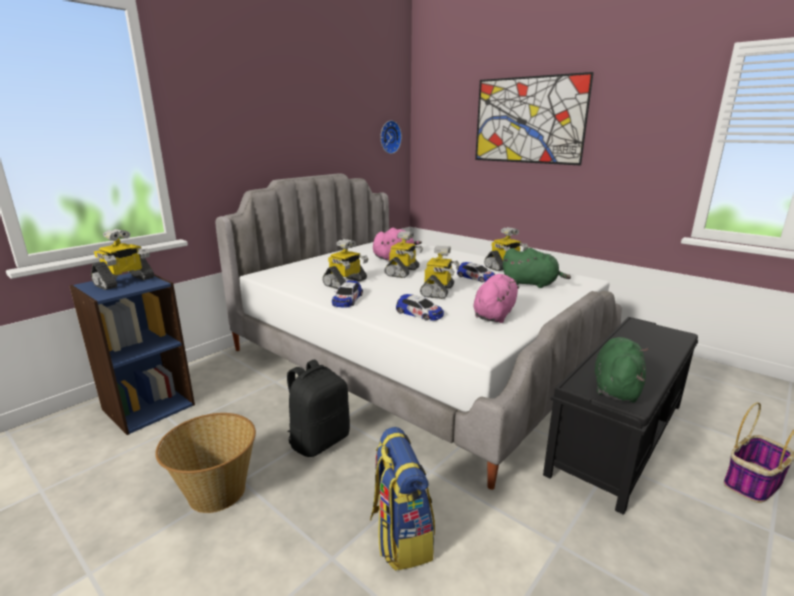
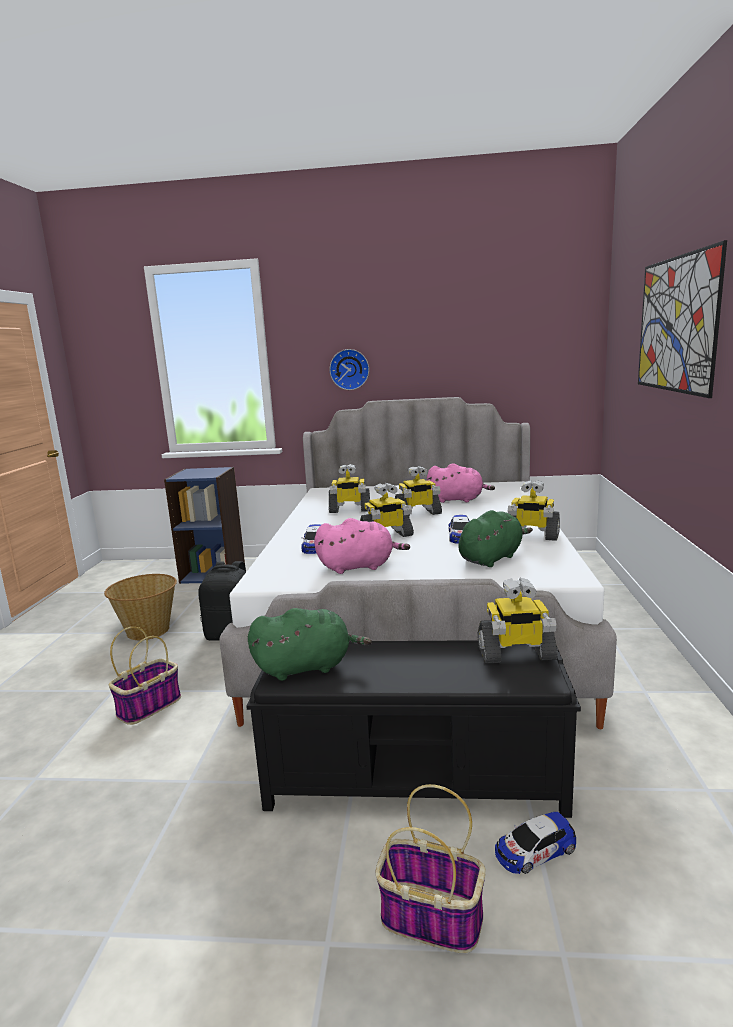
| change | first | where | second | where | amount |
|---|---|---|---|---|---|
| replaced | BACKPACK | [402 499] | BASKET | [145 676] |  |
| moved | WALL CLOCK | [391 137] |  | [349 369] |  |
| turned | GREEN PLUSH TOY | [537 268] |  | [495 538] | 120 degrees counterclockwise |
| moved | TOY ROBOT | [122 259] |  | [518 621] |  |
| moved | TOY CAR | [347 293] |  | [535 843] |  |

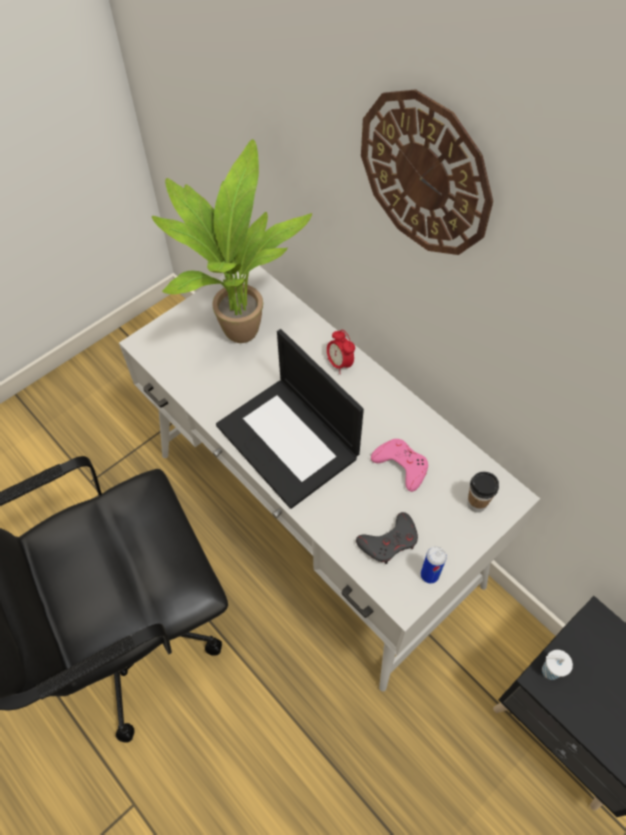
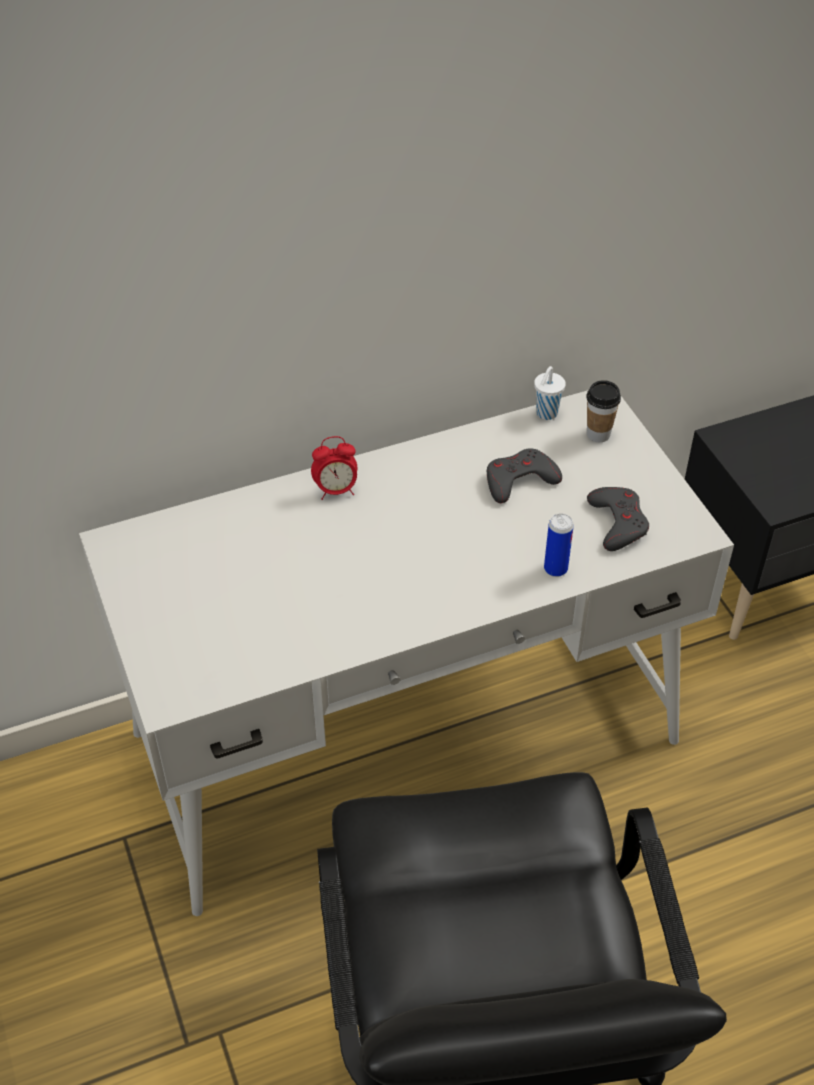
| change | first | where | second | where | amount |
|---|---|---|---|---|---|
| recoloured | PINK GAME CONTROLLER | [399 465] | GREY GAME CONTROLLER | [524 475] |  |
| moved | WHITE CUP | [557 665] |  | [550 393] |  |
| moved | CAN | [434 564] |  | [559 545] |  |
| removed | POTTED PLANT | [232 241] |  |  |  |
| removed | LAPTOP | [290 419] |  |  |  |
| removed | WALL CLOCK | [427 172] |  |  |  |

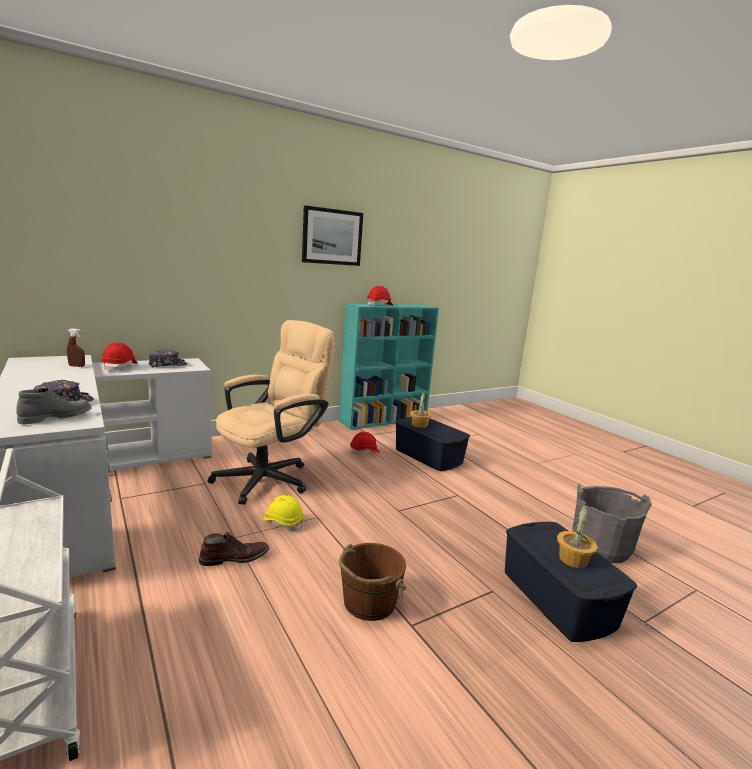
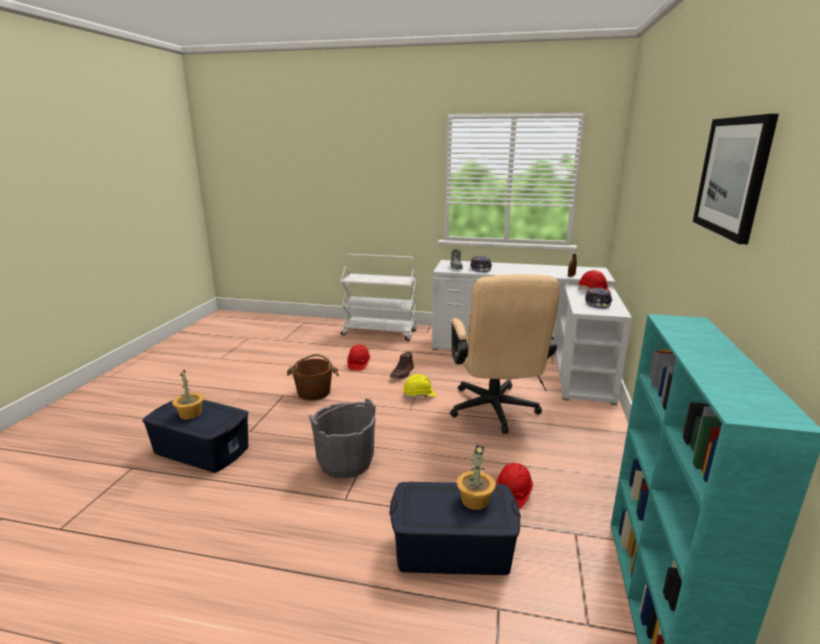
| change | first | where | second | where | amount |
|---|---|---|---|---|---|
| moved | GREY BUCKET | [612 523] |  | [342 438] |  |
| moved | RED HARD HAT | [380 295] |  | [359 358] |  |

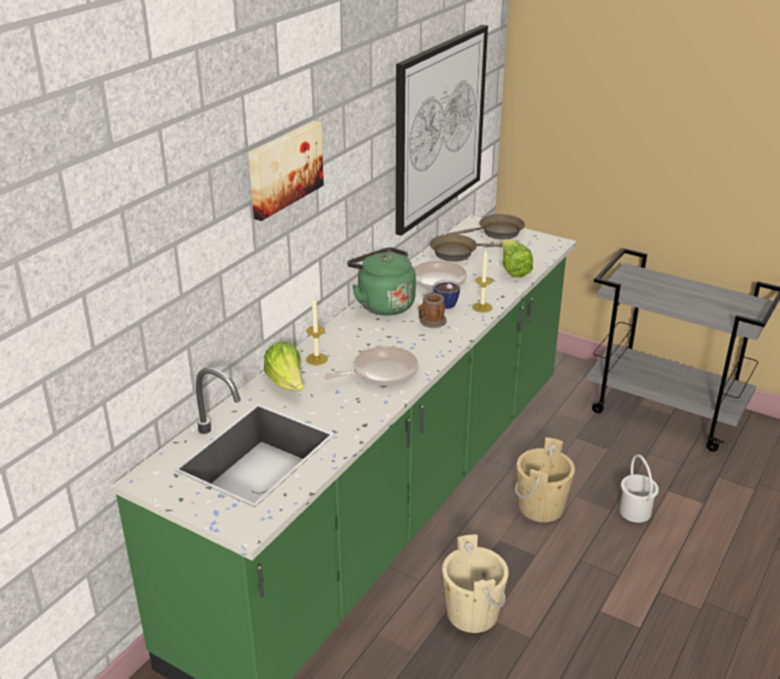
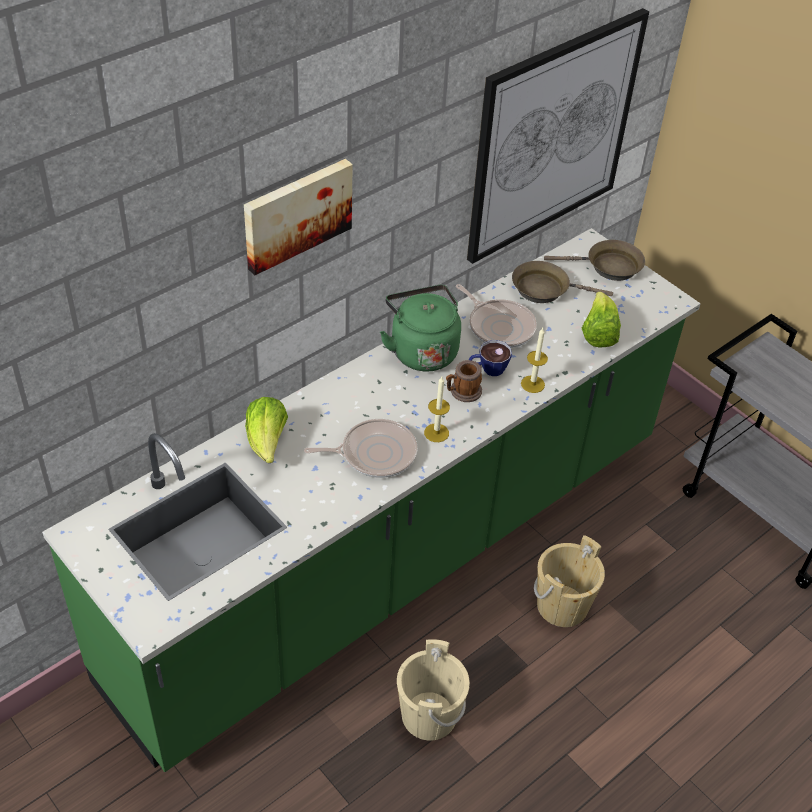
| change | first | where | second | where | amount |
|---|---|---|---|---|---|
| moved | CANDLE | [317 331] |  | [437 409] |  |
| removed | WHITE BUCKET | [639 489] |  |  |  |

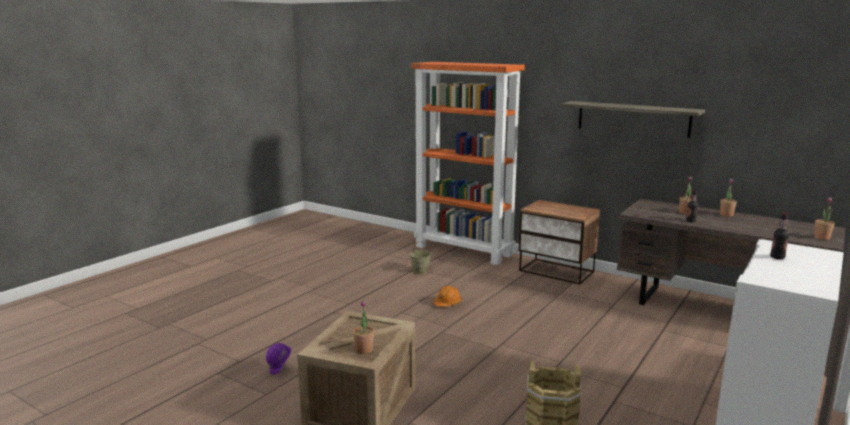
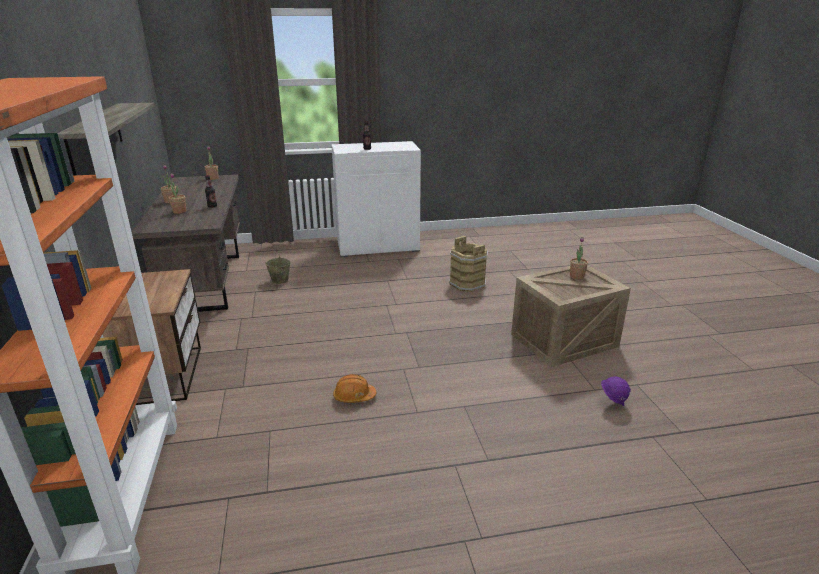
| change | first | where | second | where | amount |
|---|---|---|---|---|---|
| moved | BEIGE BUCKET | [420 257] |  | [277 269] |  |

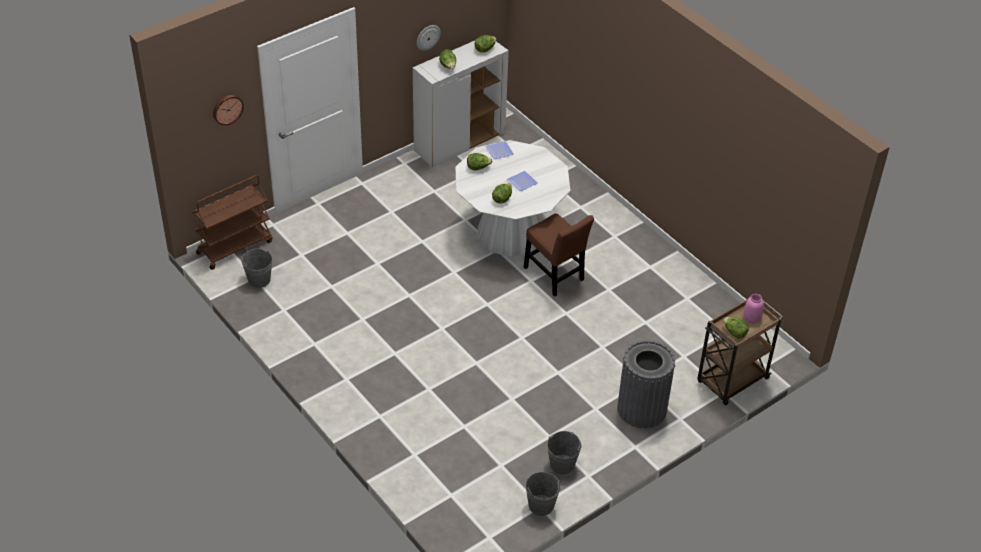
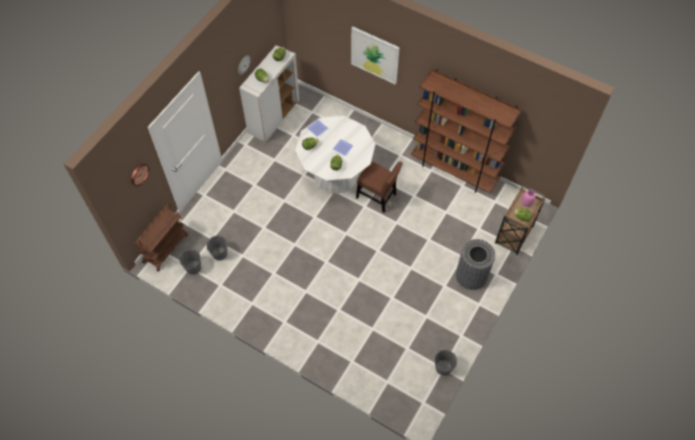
| change | first | where | second | where | amount |
|---|---|---|---|---|---|
| moved | GREY BUCKET | [564 452] |  | [217 248] |  |
| added |  |  | PICTURE | [375 55] |  |
| added |  |  | BROWN BOOKCASE | [466 131] |  |

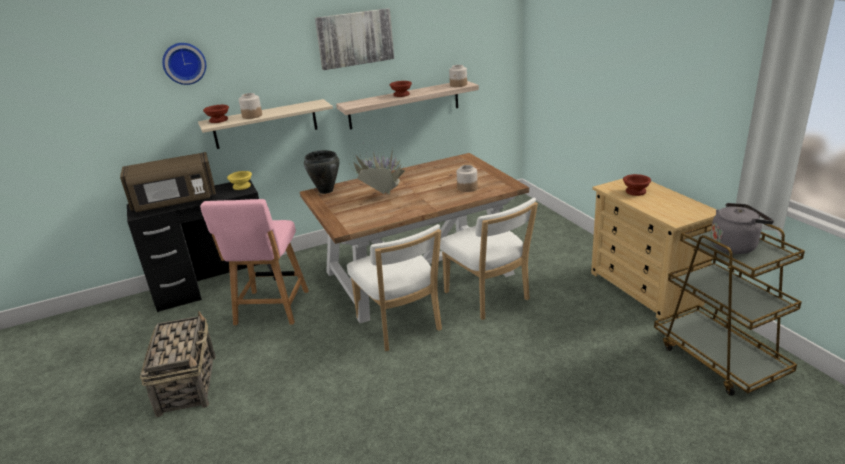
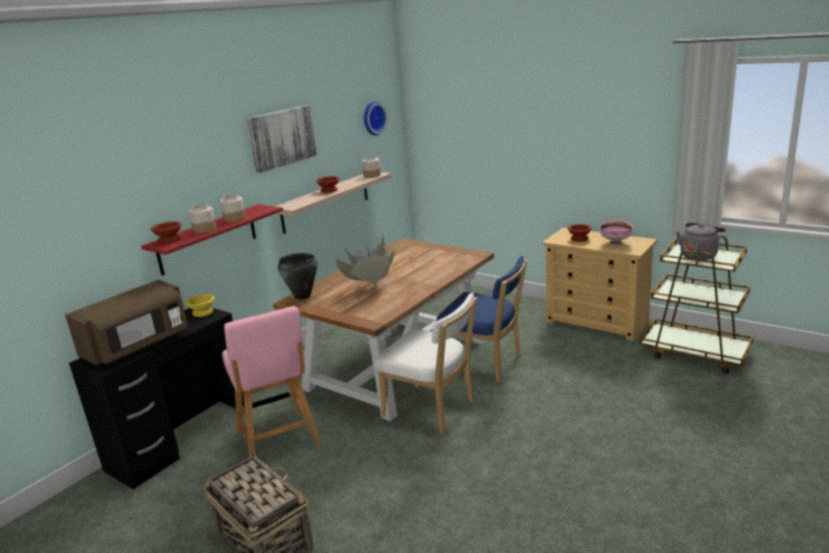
| change | first | where | second | where | amount |
|---|---|---|---|---|---|
| recoloured | BEIGE SHELF | [265 124] | RED SHELF | [212 239] |  |
| moved | JAR | [467 178] |  | [233 208] |  |
| moved | WALL CLOCK | [184 64] |  | [375 118] |  |
| recoloured | WHITE CHAIR | [489 259] | BLUE CHAIR | [482 319] |  |
| added |  |  | PINK BOWL | [616 233] |  |

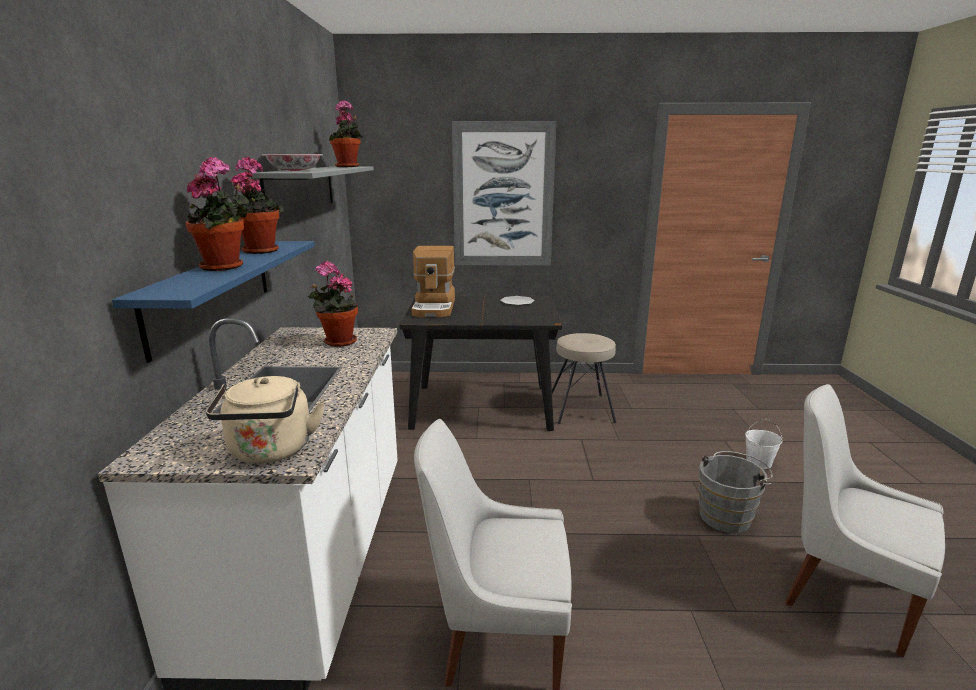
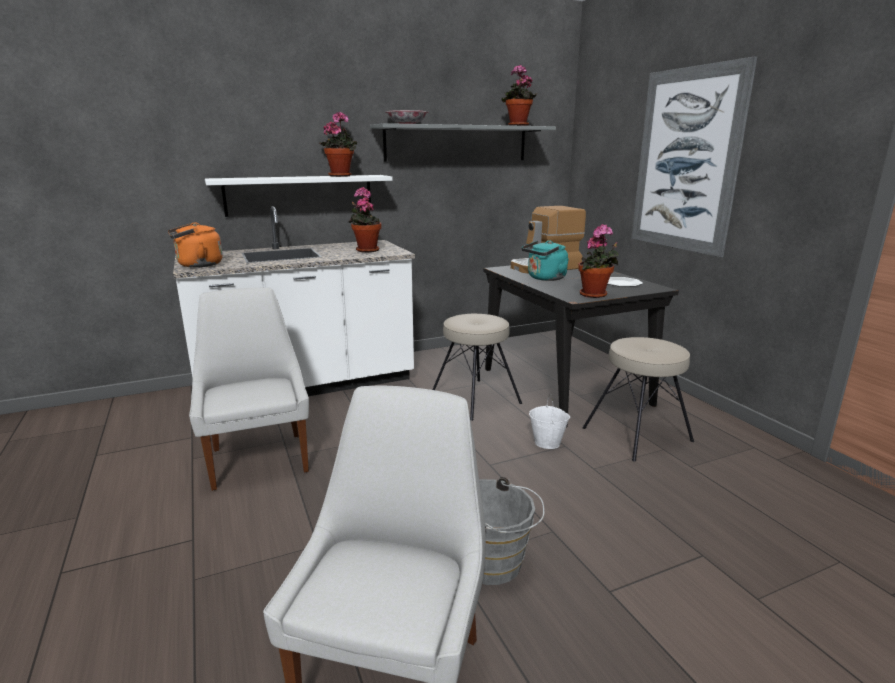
| change | first | where | second | where | amount |
|---|---|---|---|---|---|
| recoloured | BEIGE KETTLE | [265 420] | ORANGE KETTLE | [195 245] |  |
| recoloured | BLUE SHELF | [213 302] | WHITE SHELF | [298 196] |  |
| added |  |  | BEIGE STOOL | [477 367] |  |
| added |  |  | TURQUOISE KETTLE | [545 260] |  |
| moved | WHITE BUCKET | [764 444] |  | [549 421] |  |
| moved | POTTED PLANT | [217 214] |  | [598 261] |  |

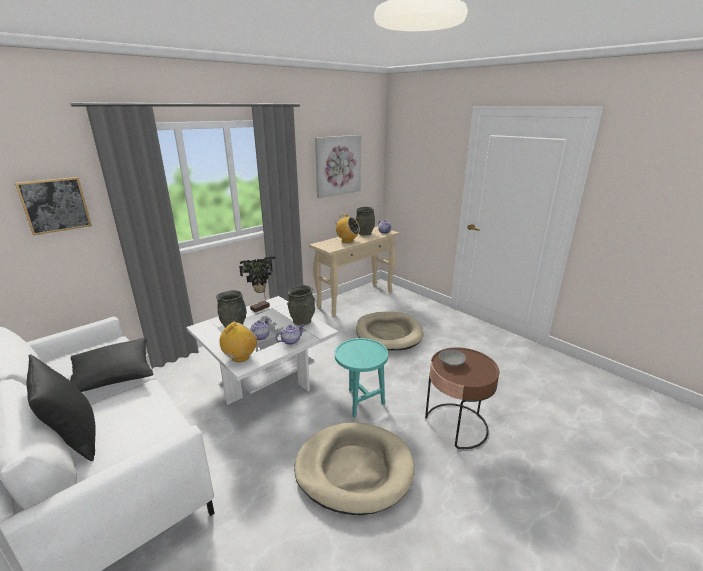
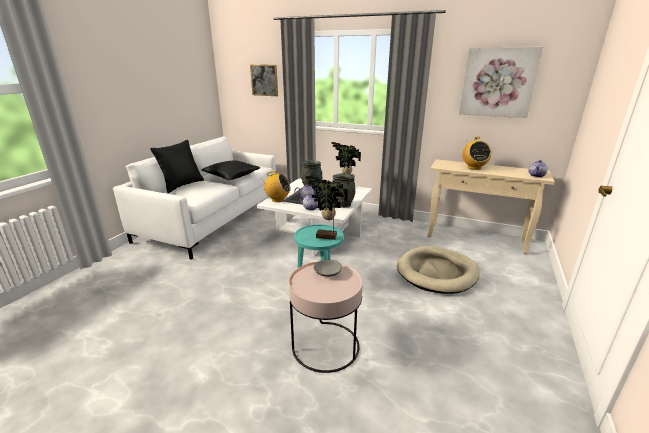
| change | first | where | second | where | amount |
|---|---|---|---|---|---|
| recoloured | BROWN SIDE TABLE | [462 398] | PINK SIDE TABLE | [326 317] |  |
| added |  |  | POTTED PLANT | [327 208] |  |
| removed | BEIGE DOG BED | [354 468] |  |  |  |
| removed | GREY VASE | [365 221] |  |  |  |

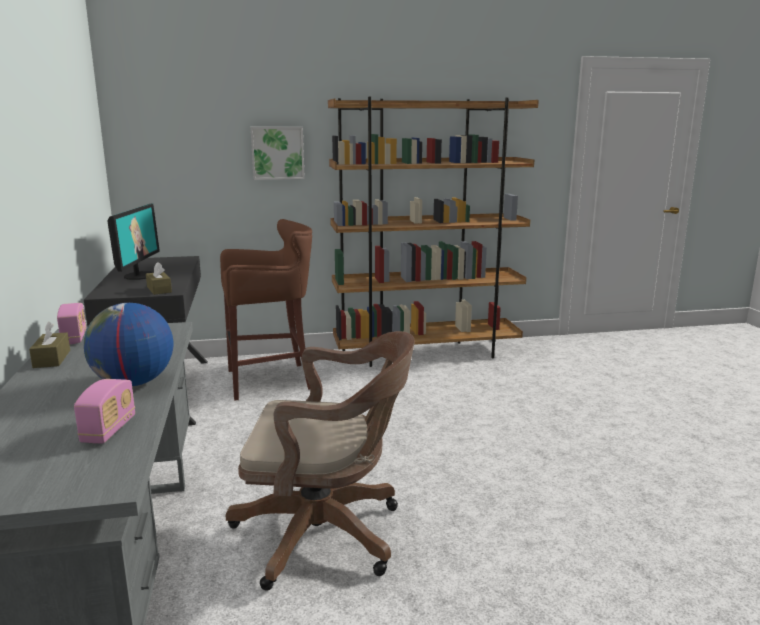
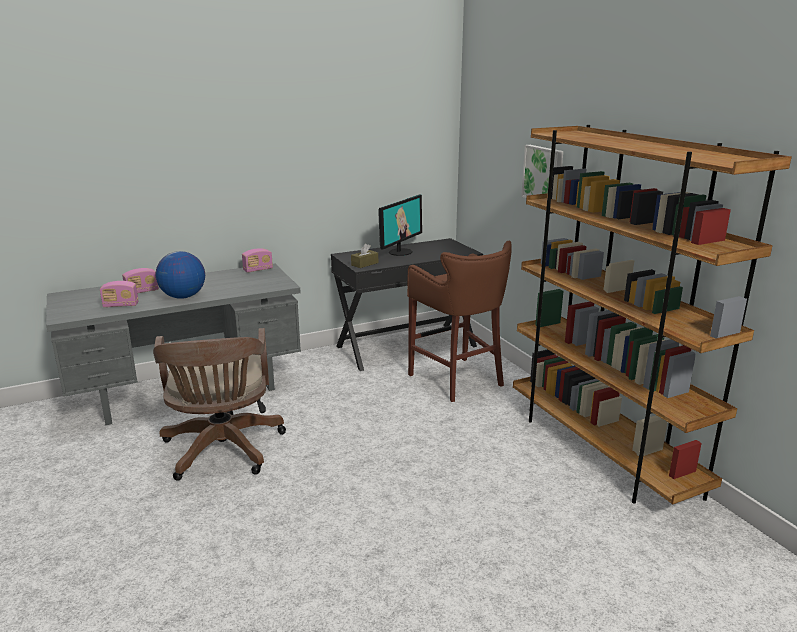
| change | first | where | second | where | amount |
|---|---|---|---|---|---|
| added |  |  | RADIO | [140 280] |  |
| turned | MONITOR | [133 242] |  | [400 225] | 45 degrees counterclockwise |
| removed | BROWN TISSUE BOX | [49 345] |  |  |  |

